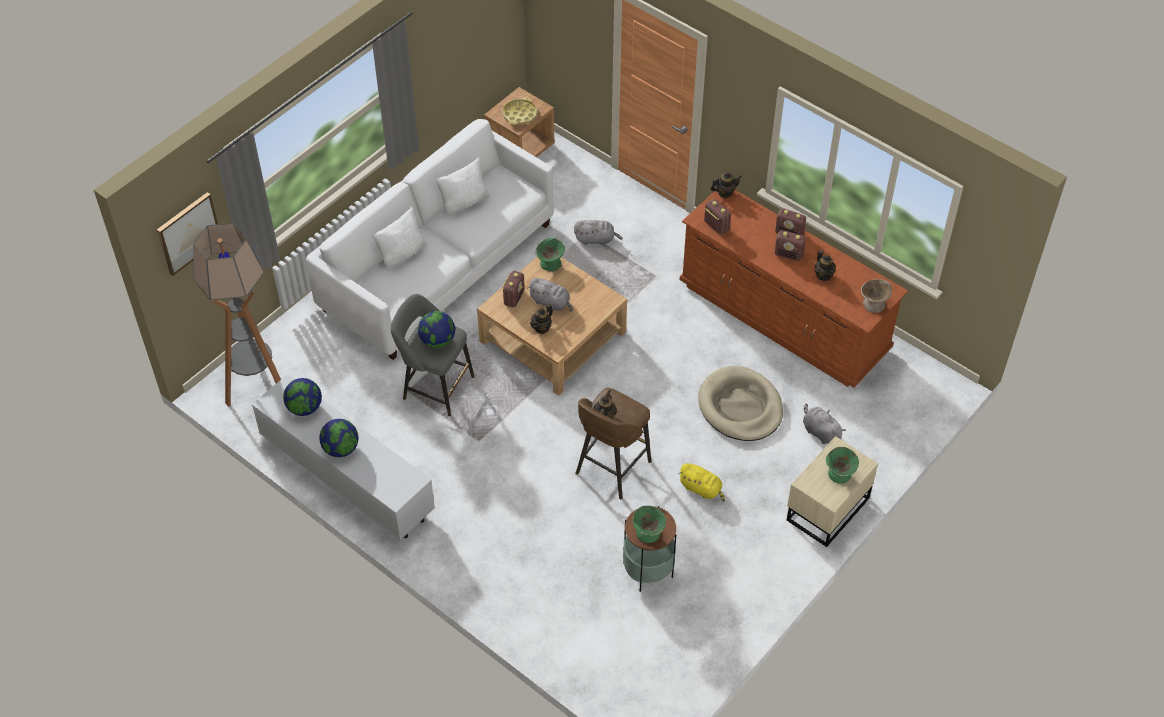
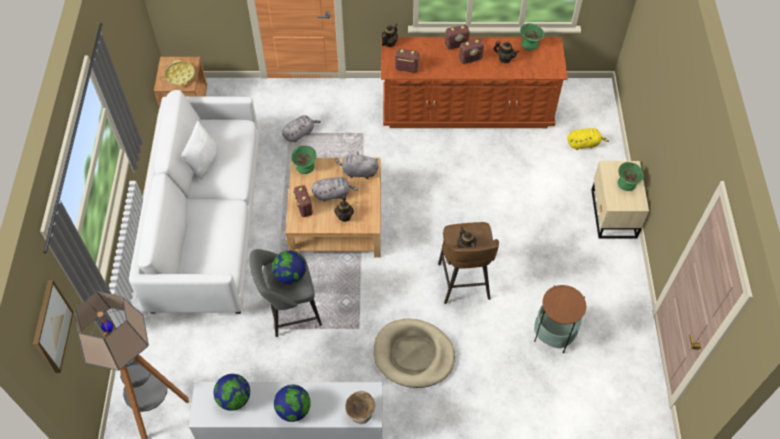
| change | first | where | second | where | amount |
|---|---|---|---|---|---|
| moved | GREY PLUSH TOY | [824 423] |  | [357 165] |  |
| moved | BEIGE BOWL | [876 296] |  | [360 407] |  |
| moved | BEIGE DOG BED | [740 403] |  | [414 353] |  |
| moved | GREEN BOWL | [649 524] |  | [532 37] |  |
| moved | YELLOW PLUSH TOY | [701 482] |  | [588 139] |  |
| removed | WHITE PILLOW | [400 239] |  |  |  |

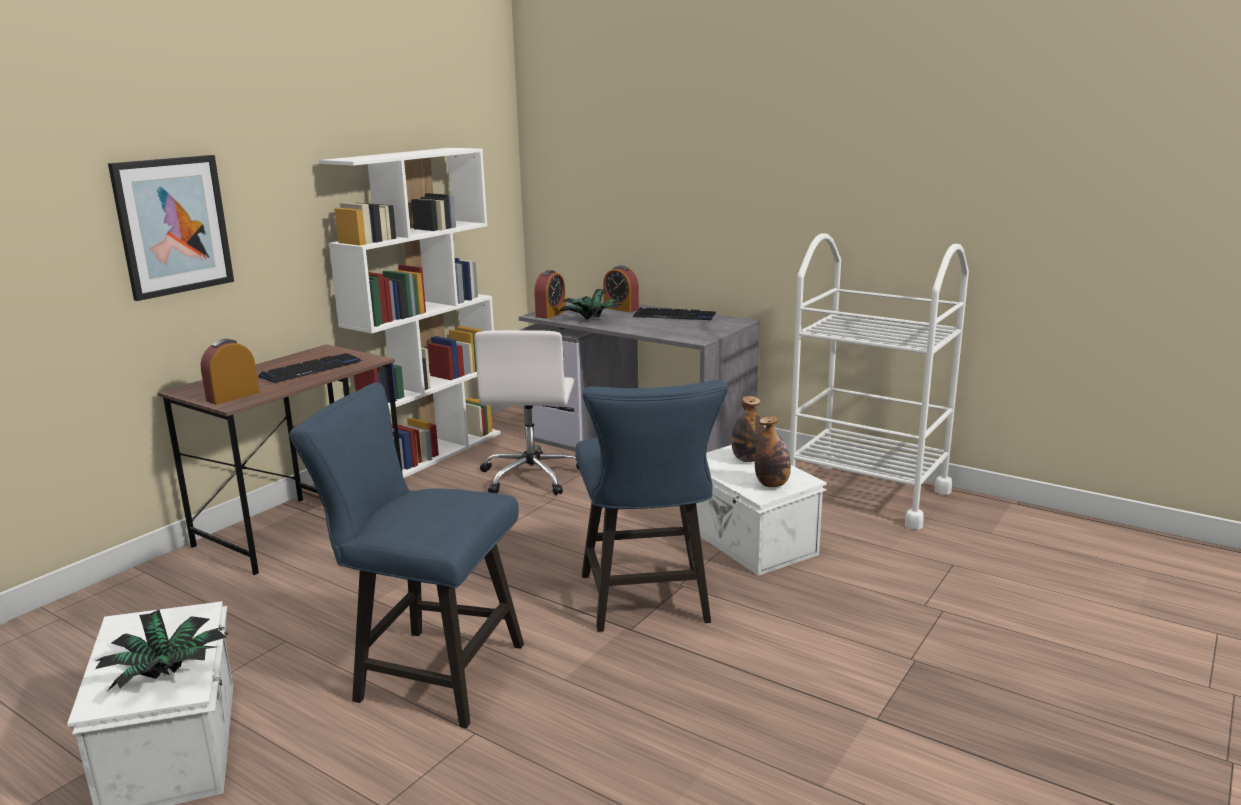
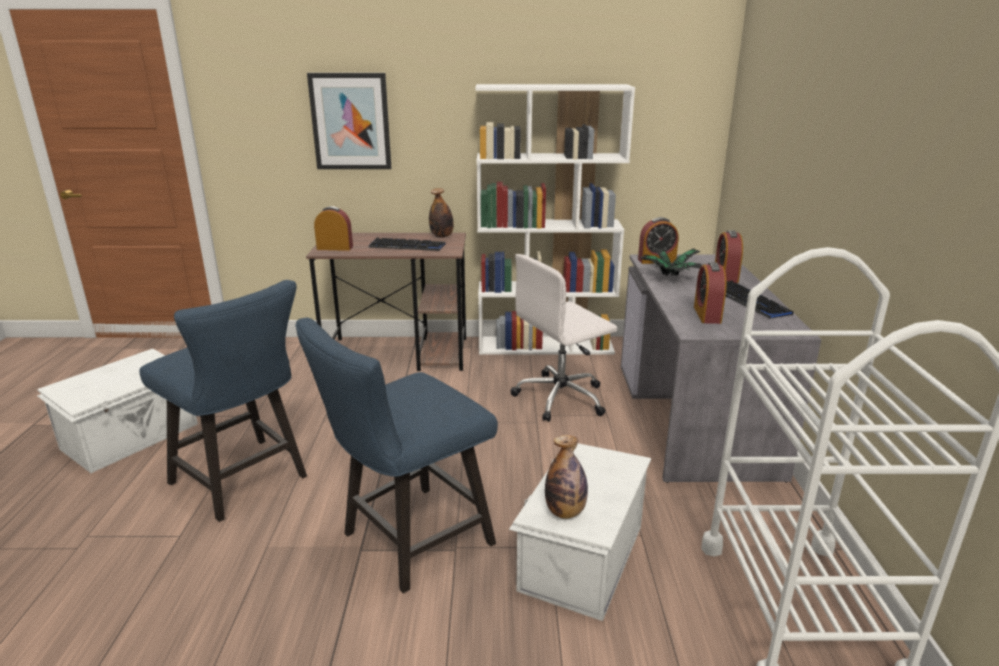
| change | first | where | second | where | amount |
|---|---|---|---|---|---|
| turned | BLUE CHAIR | [406 555] |  | [223 401] | 150 degrees clockwise |
| moved | BOTTLE | [748 429] |  | [441 213] |  |
| added |  |  | ALARM CLOCK | [710 293] |  |
| removed | POTTED PLANT | [160 651] |  |  |  |

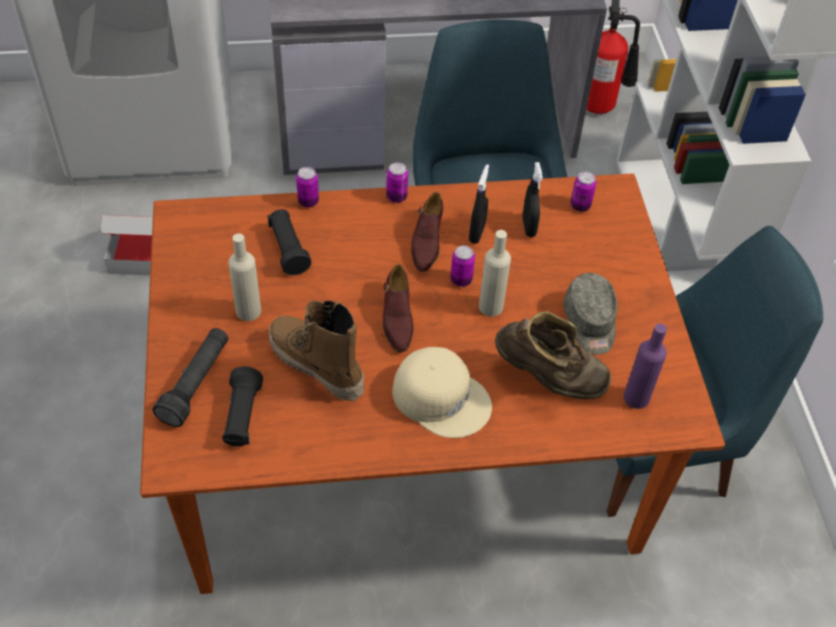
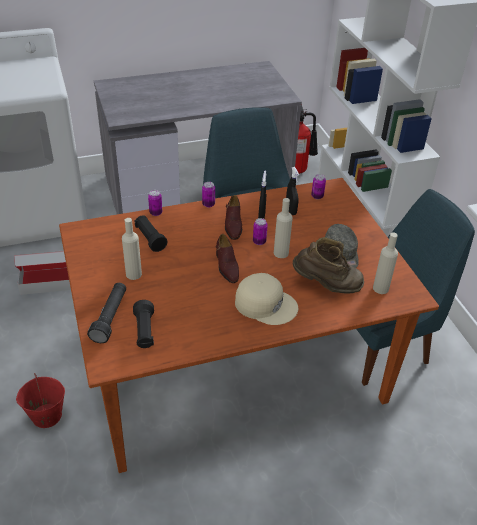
| change | first | where | second | where | amount |
|---|---|---|---|---|---|
| added |  |  | RED BUCKET | [40 400] |  |
| recoloured | PURPLE BOTTLE | [645 366] | BEIGE BOTTLE | [385 263] |  |
| removed | BOOT | [316 350] |  |  |  |

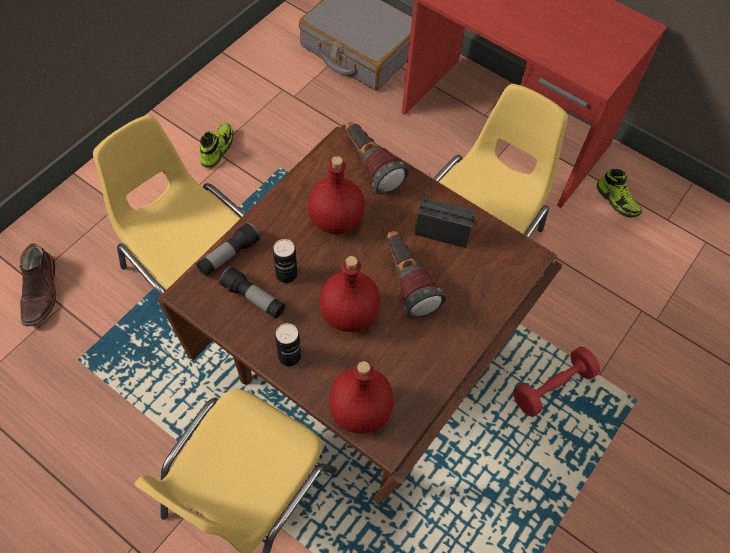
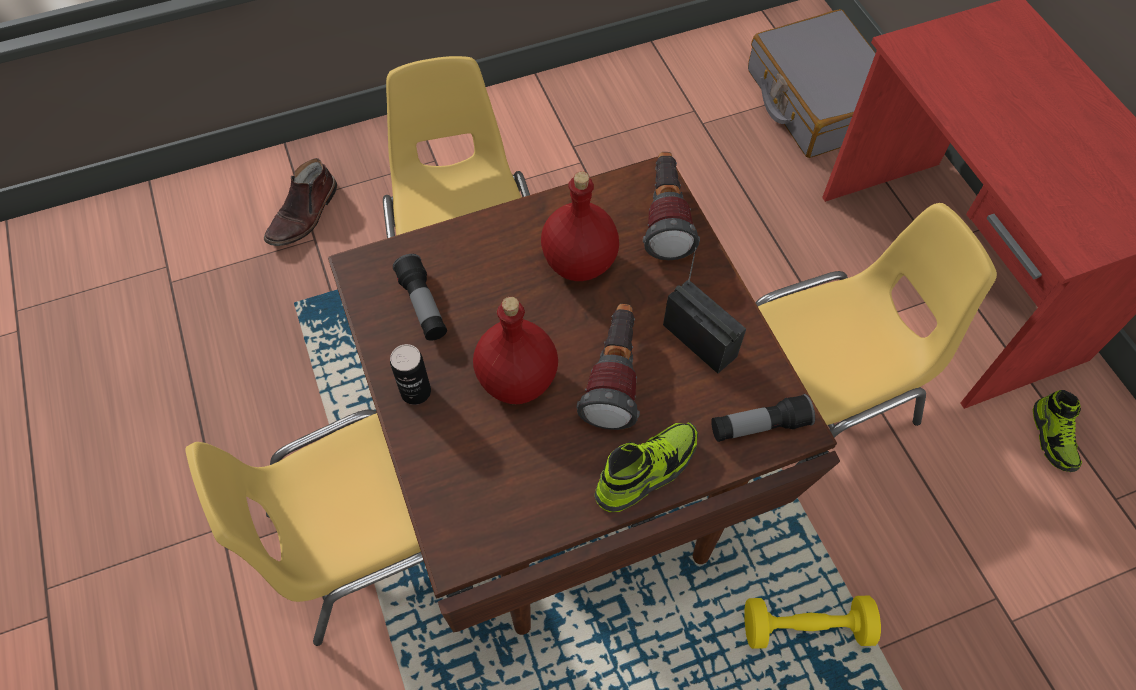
| change | first | where | second | where | amount |
|---|---|---|---|---|---|
| moved | SHOE | [216 146] |  | [646 467] |  |
| moved | FLASHLIGHT | [228 249] |  | [763 418] |  |
| recoloured | RED DUMBBELL | [556 382] | YELLOW DUMBBELL | [812 622] |  |
| removed | CAN | [285 261] |  |  |  |
| removed | RED BOTTLE | [361 397] |  |  |  |

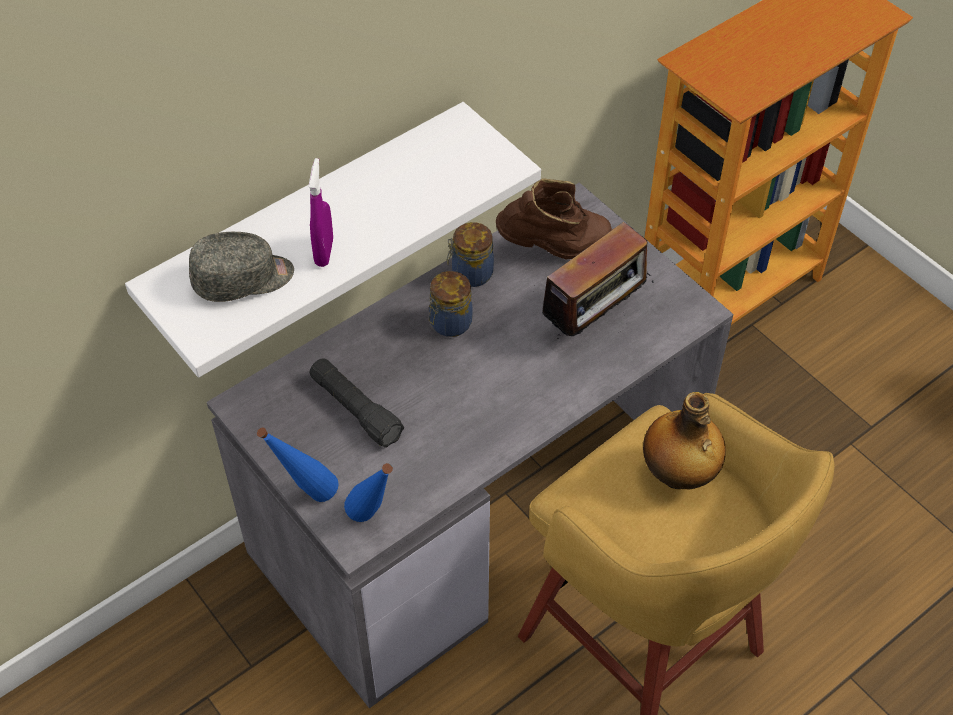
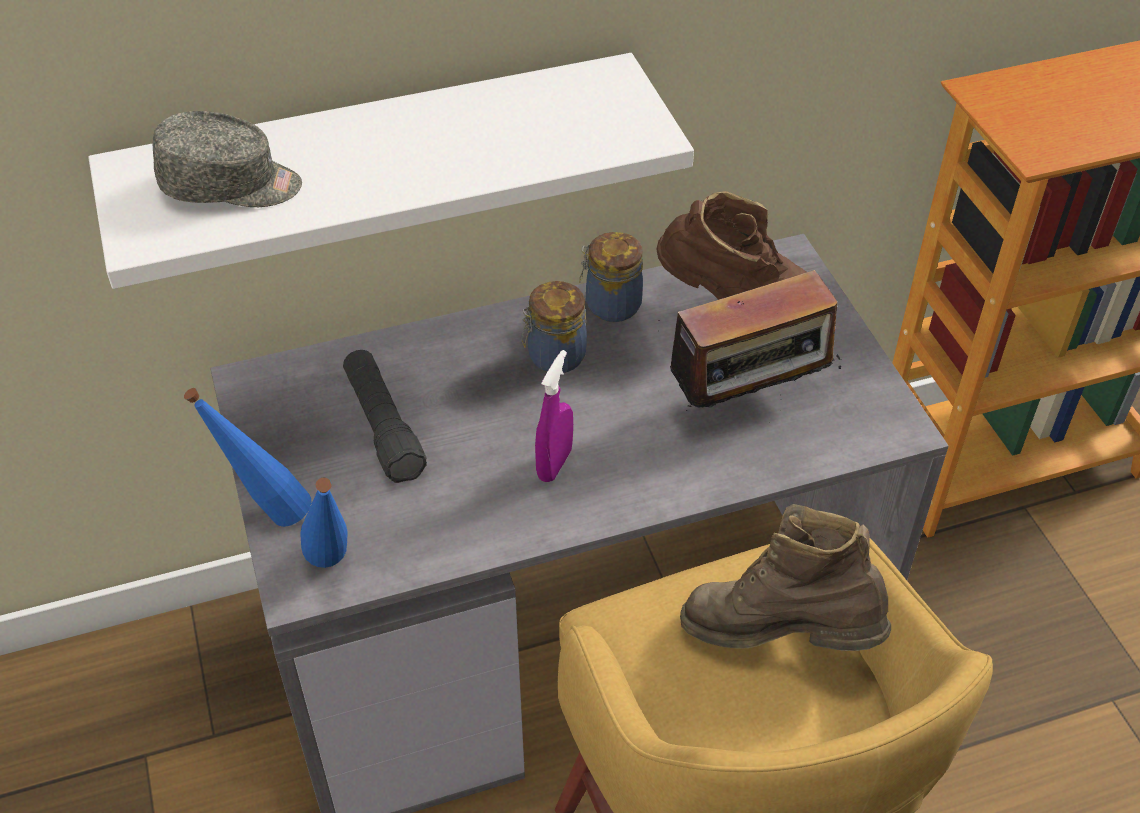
| change | first | where | second | where | amount |
|---|---|---|---|---|---|
| moved | PURPLE SPRAY BOTTLE | [321 212] |  | [554 416] |  |
| replaced | BOTTLE | [684 440] | BROWN BOOT | [785 577] |  |

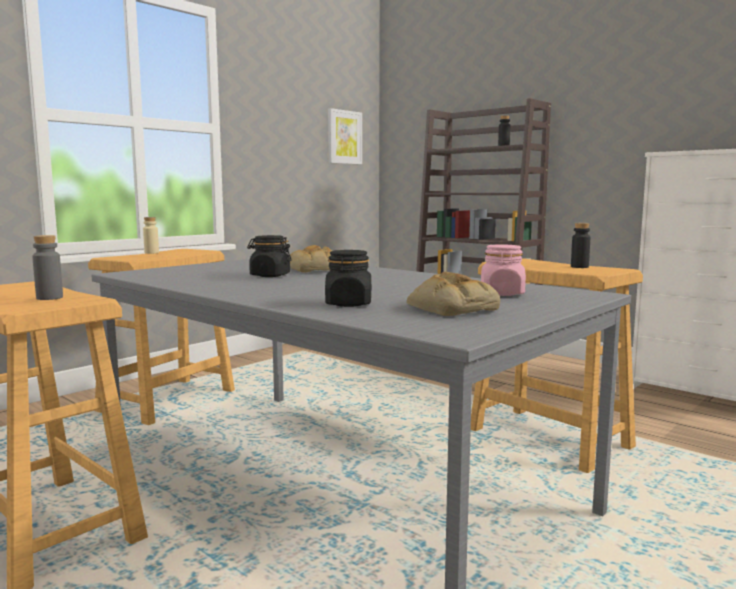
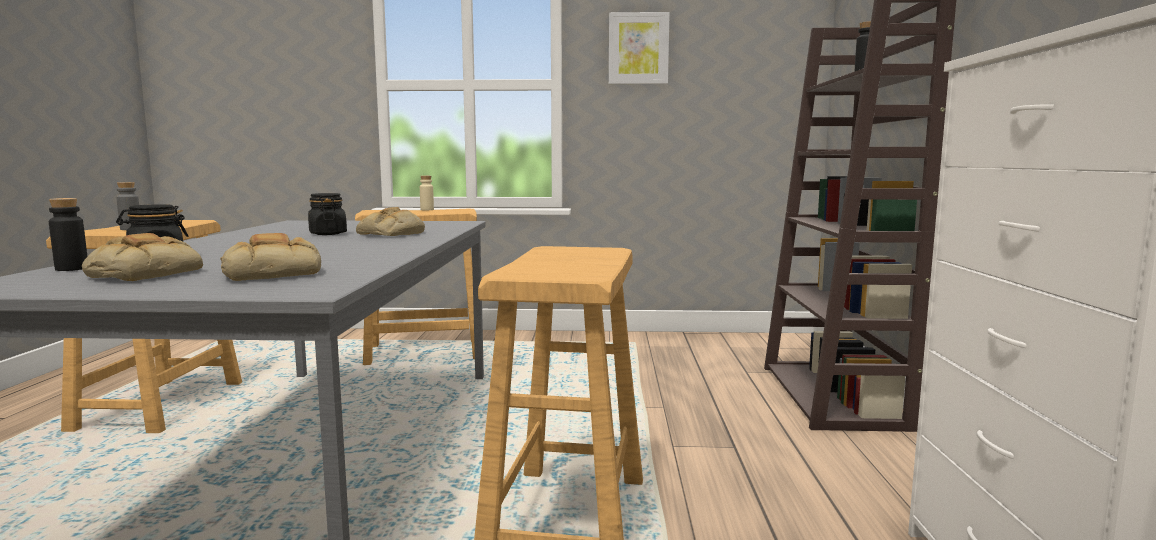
| change | first | where | second | where | amount |
|---|---|---|---|---|---|
| moved | BLACK BOTTLE | [580 245] |  | [68 234] |  |
| replaced | PINK JAR | [503 270] | BREAD | [270 257] |  |
| moved | PICTURE | [345 136] |  | [639 48] |  |

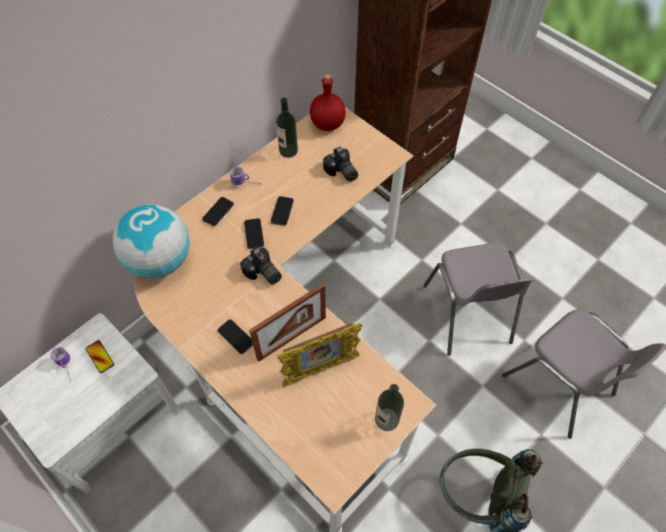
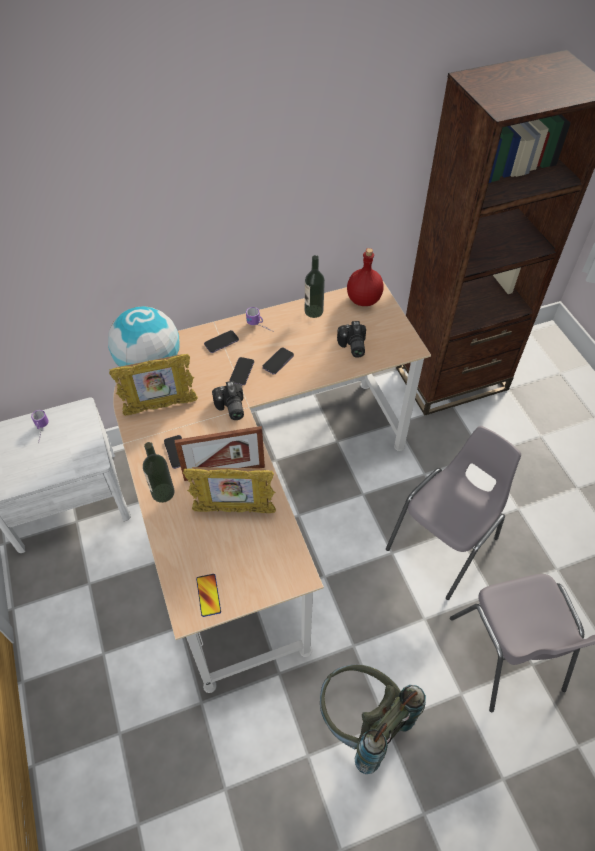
| change | first | where | second | where | amount |
|---|---|---|---|---|---|
| added |  |  | PICTURE FRAME | [153 385] |  |
| moved | BOTTLE | [389 407] |  | [159 472] |  |
| moved | PHONE | [99 356] |  | [208 595] |  |
| turned | GREY CHAIR | [479 299] |  | [453 513] | 150 degrees counterclockwise |

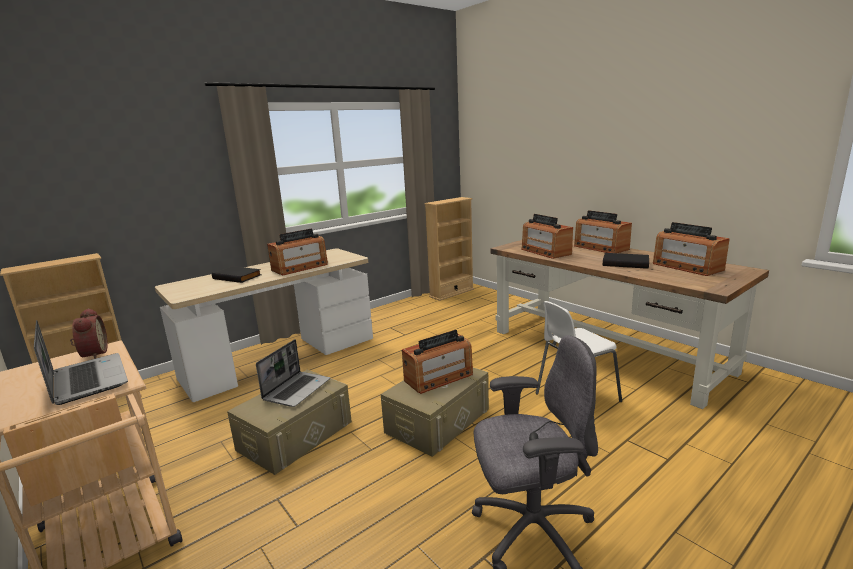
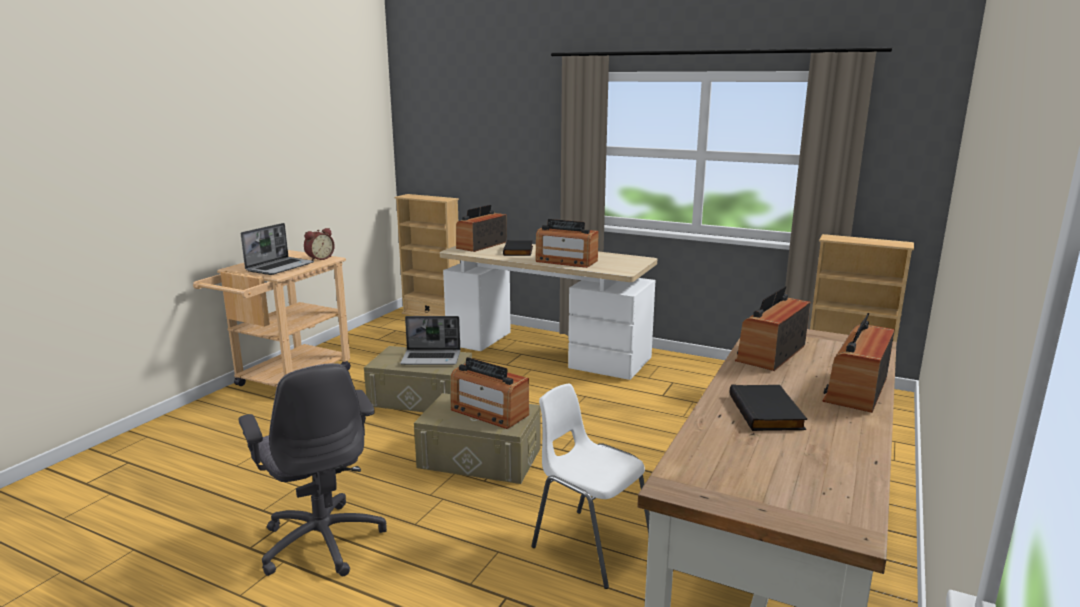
| change | first | where | second | where | amount |
|---|---|---|---|---|---|
| moved | RADIO | [691 249] |  | [481 228] |  |

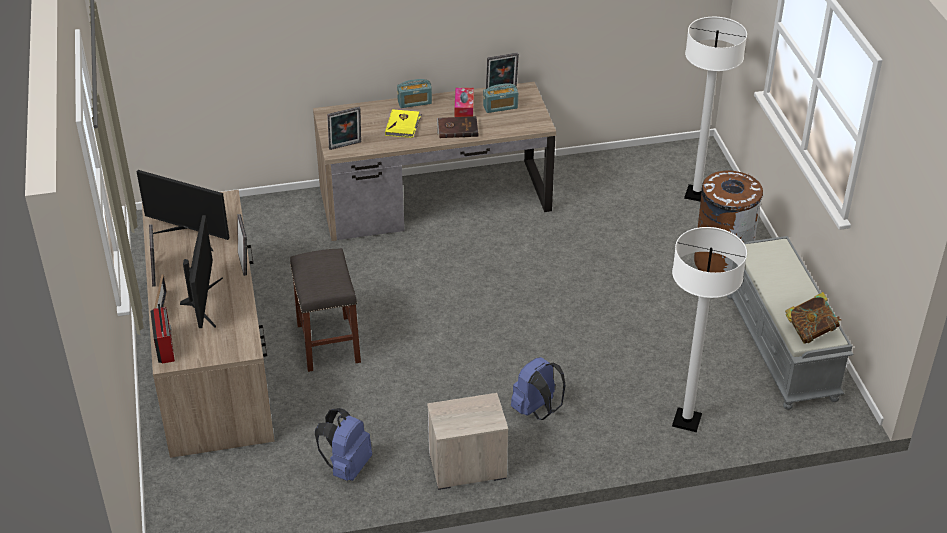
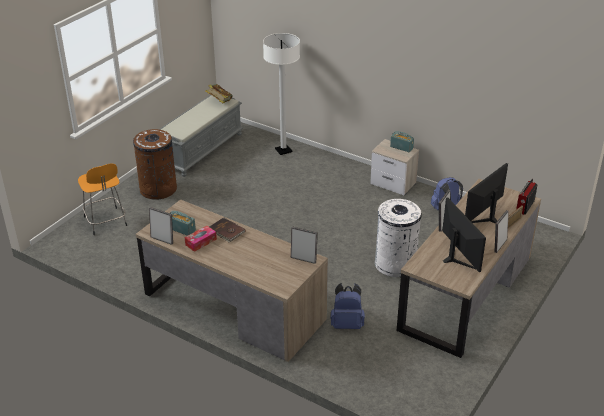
| change | first | where | second | where | amount |
|---|---|---|---|---|---|
| replaced | WHITE FLOOR LAMP | [715 109] | ORANGE STOOL | [102 199] |  |
| moved | BLUE BACKPACK | [538 388] |  | [347 306] |  |
| replaced | GREY STOOL | [325 310] | WHITE TRASH CAN | [398 238] |  |
| moved | RADIO | [414 93] |  | [402 141] |  |
| removed | YELLOW BOOK | [403 123] |  |  |  |

